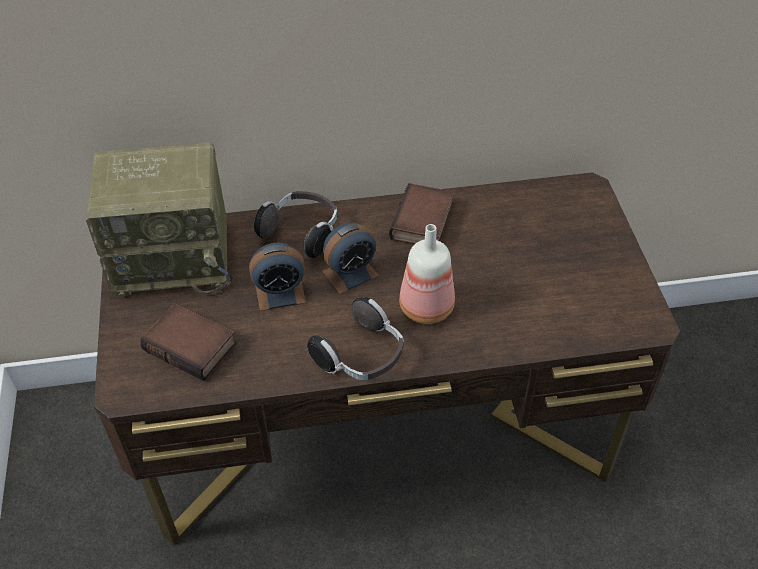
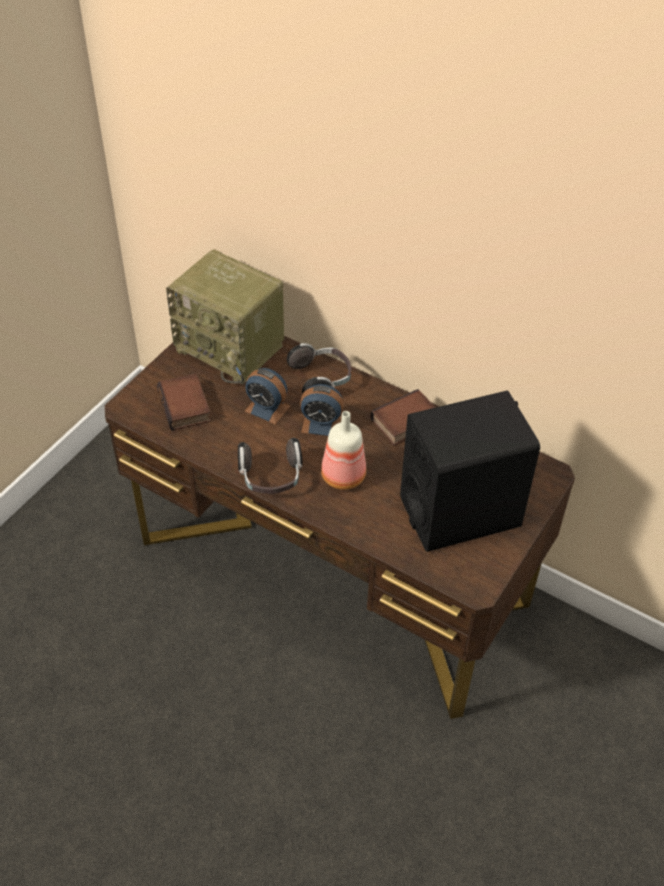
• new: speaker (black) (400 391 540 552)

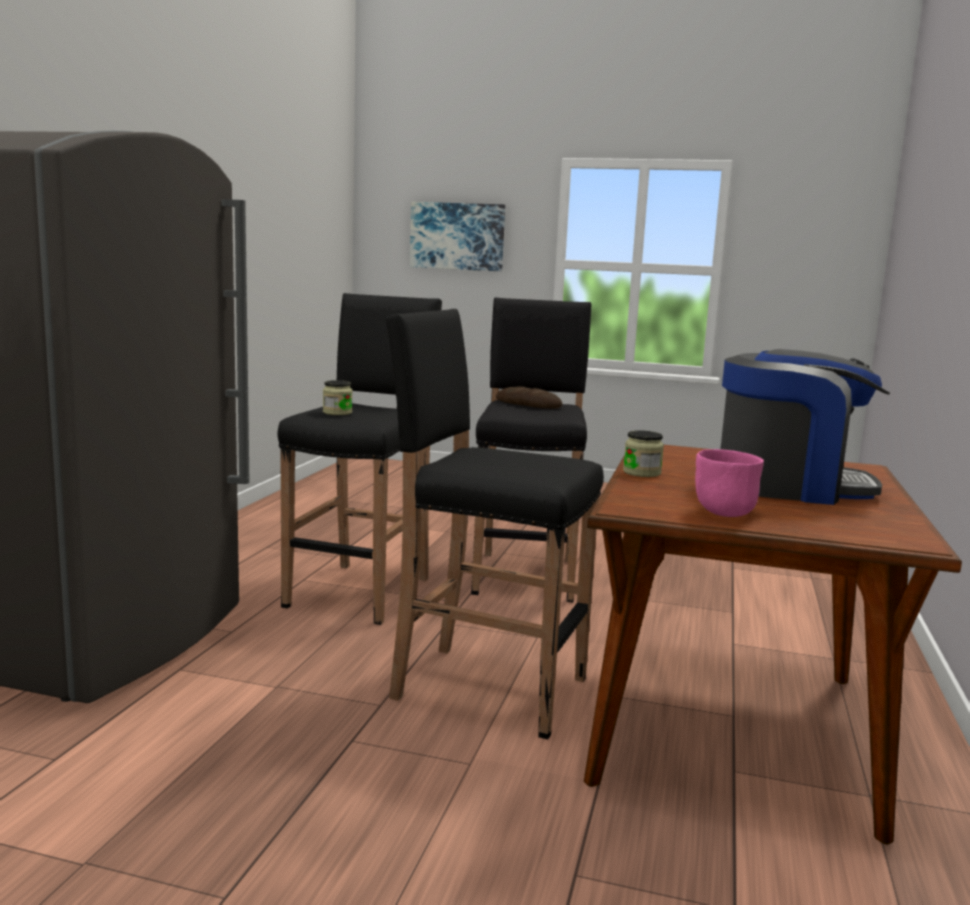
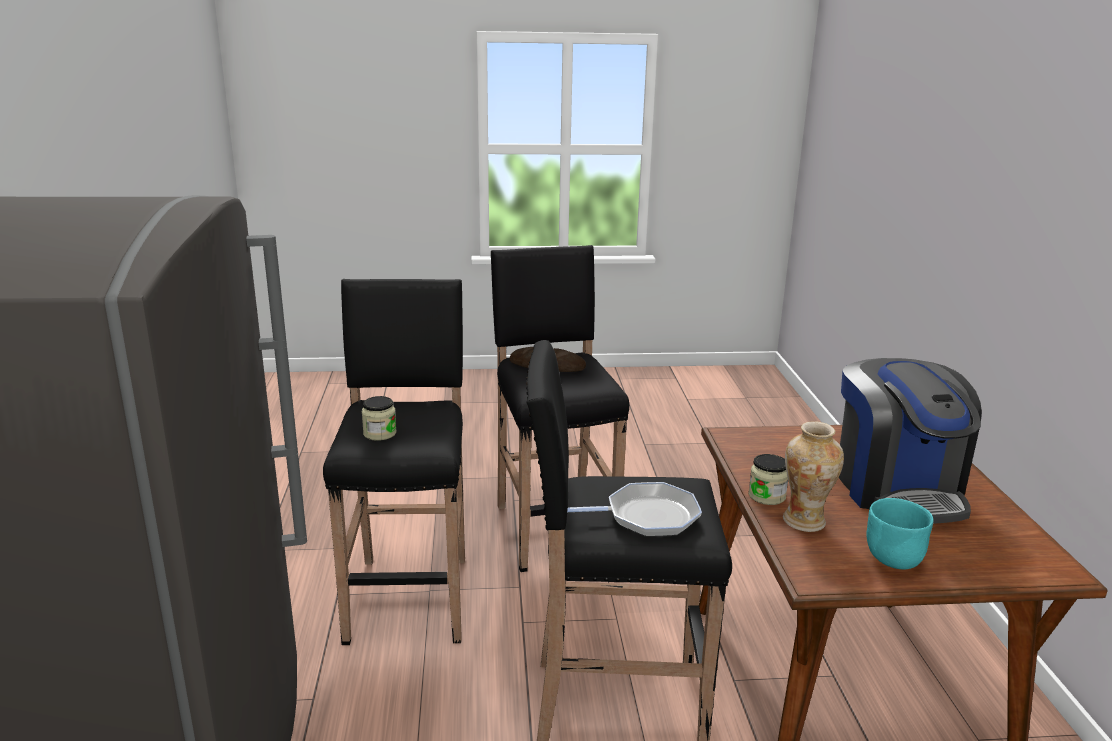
• gone: picture (410 202 505 271)
• new: frying pan (567 482 702 537)
• new: vase (783 421 844 532)
• repainted: bowl (pink) (695 449 764 517) to bowl (turquoise) (866 498 933 569)
• rotated: coffee machine (721 349 890 505) = (839 358 982 524) 90 degrees clockwise

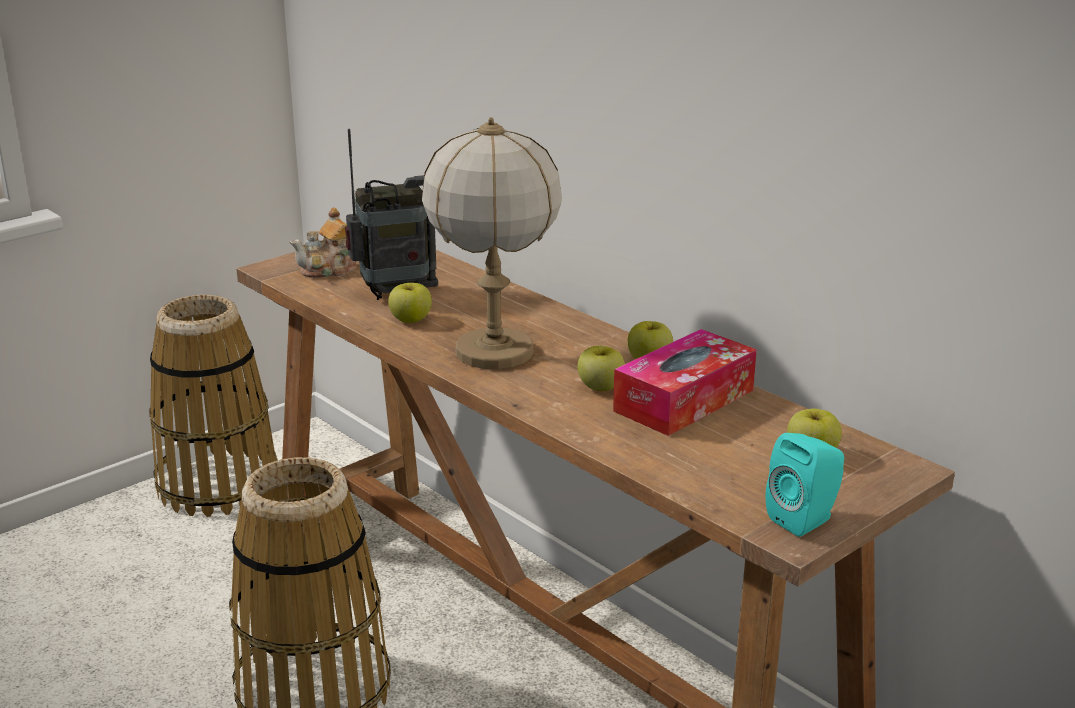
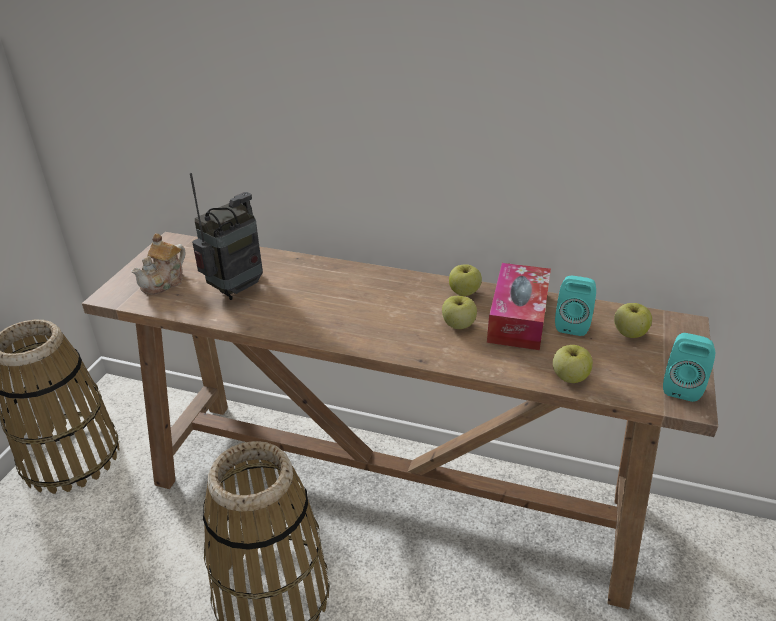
• gone: table lamp (422 117 562 369)
• new: speaker (turquoise) (555 276 596 336)
• shifted: apple (388 283 432 323) to (553 345 593 383)

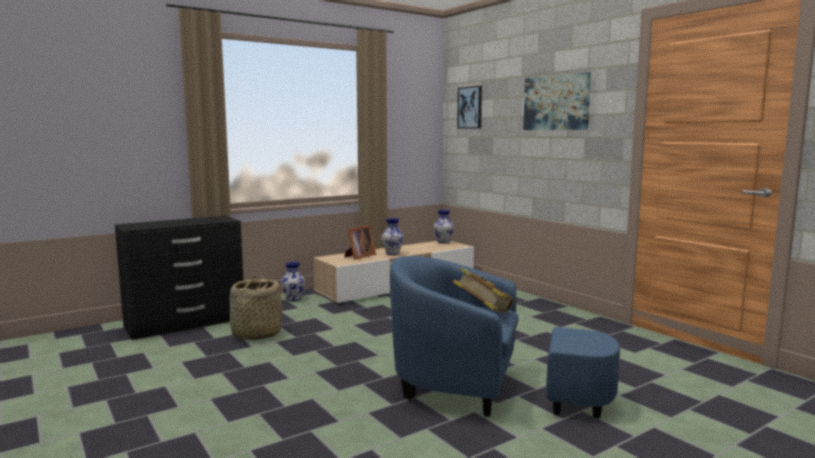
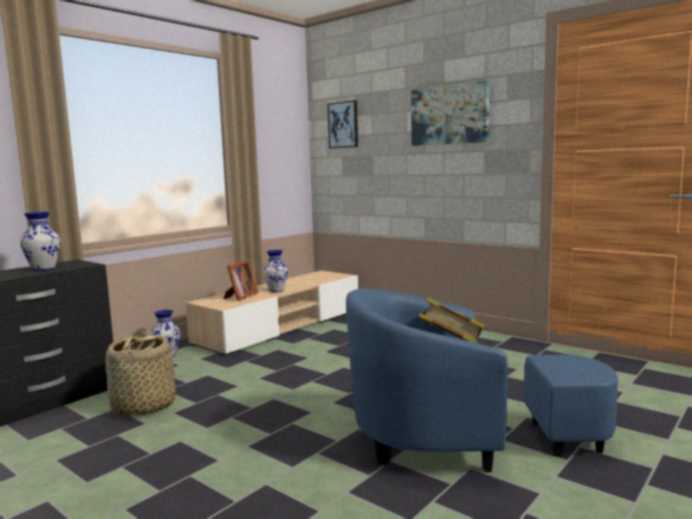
• shifted: vase (434 210 454 243) to (20 212 60 271)

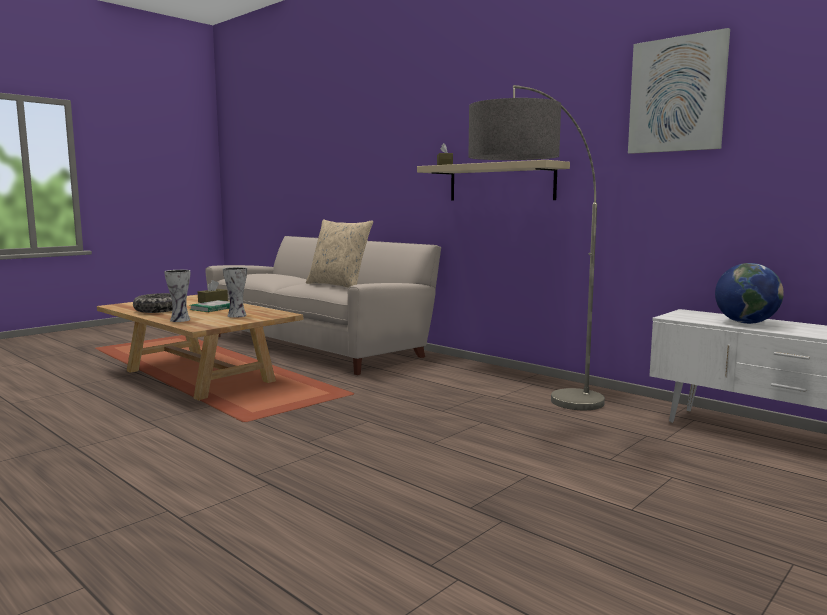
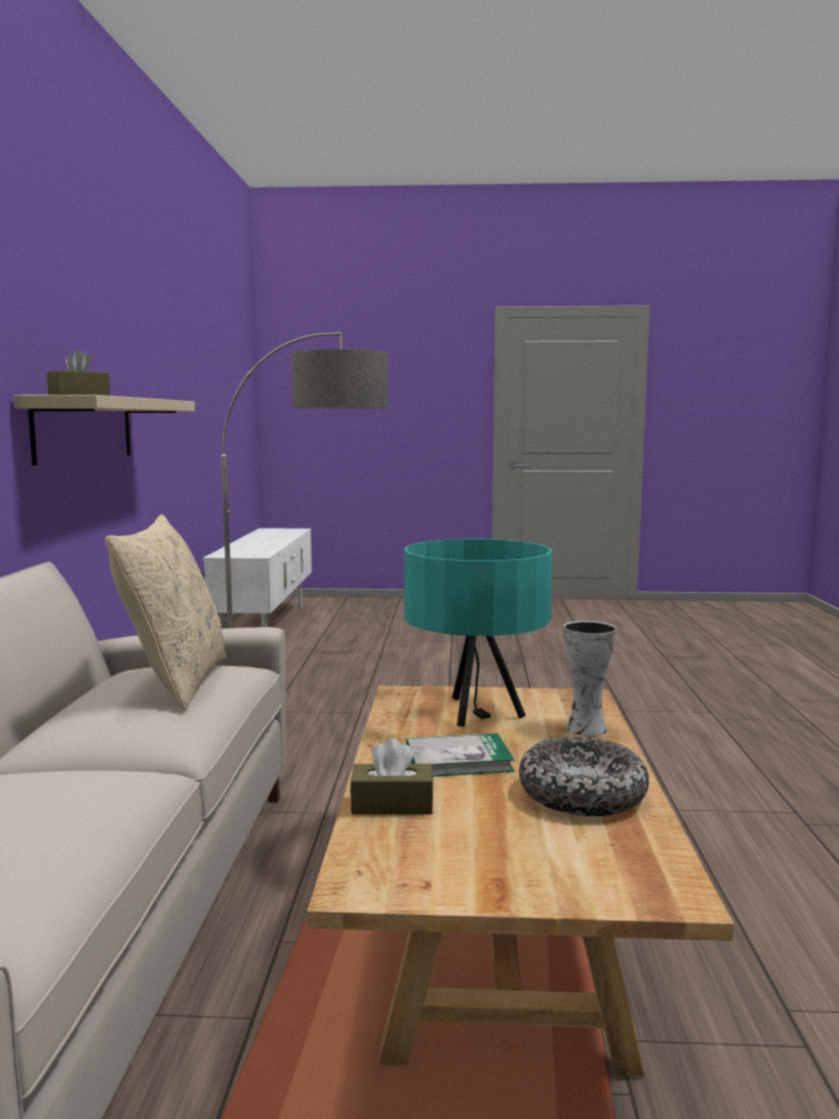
• gone: picture (628 28 730 154)
• gone: globe (715 263 784 324)
• swapped: vase (223 267 247 318) to table lamp (turquoise) (404 539 552 727)

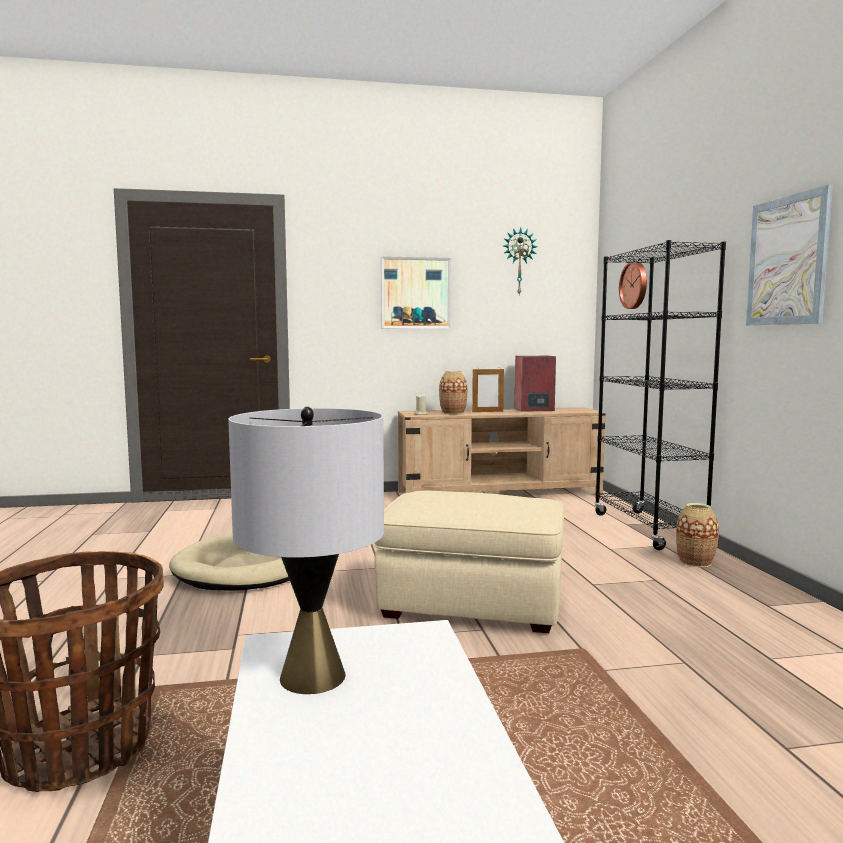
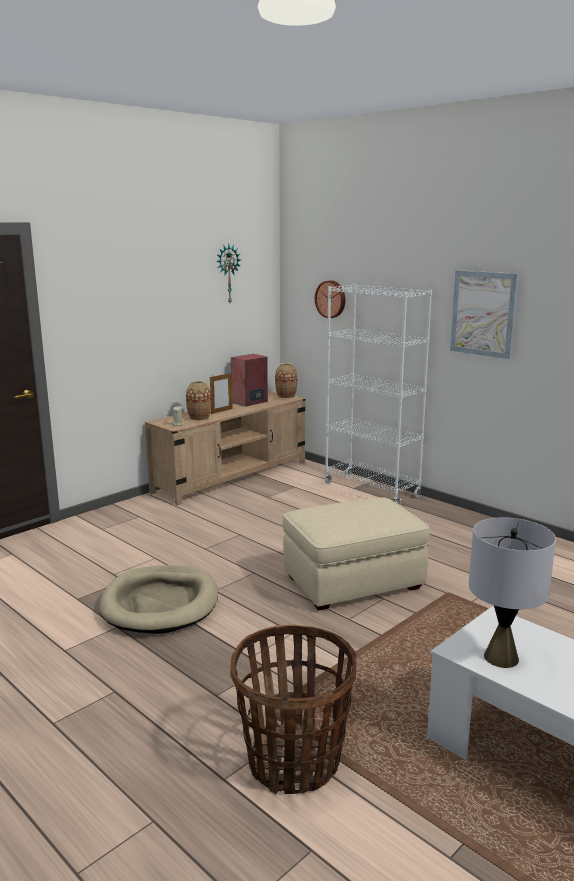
• gone: picture (381 256 451 329)
• shifted: vase (676 503 719 567) to (275 363 297 399)
• repainted: bookcase (black) (594 240 726 550) to bookcase (white) (324 284 432 505)

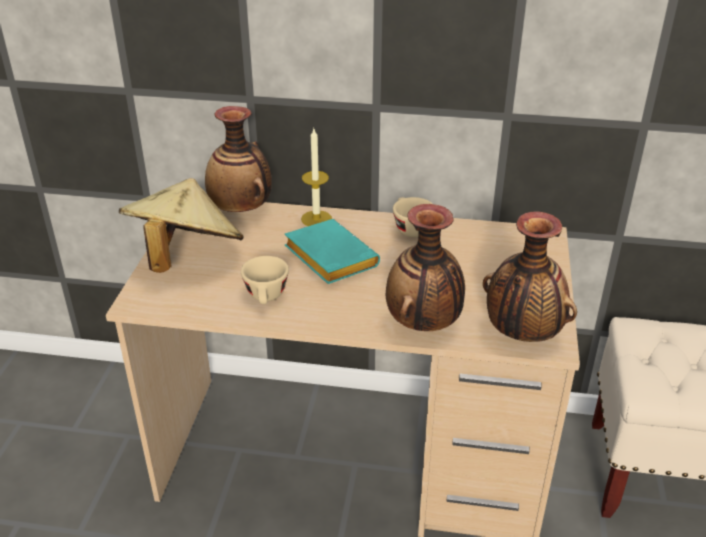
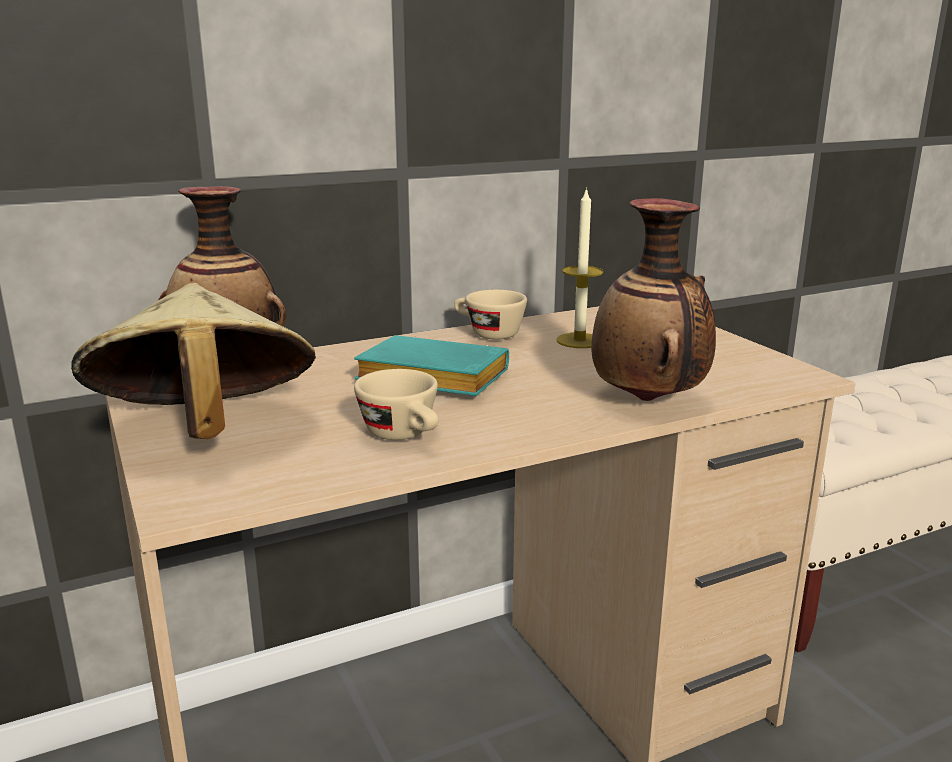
• gone: vase (483 212 577 342)
• shifted: candle (301 129 332 226) to (557 187 603 348)

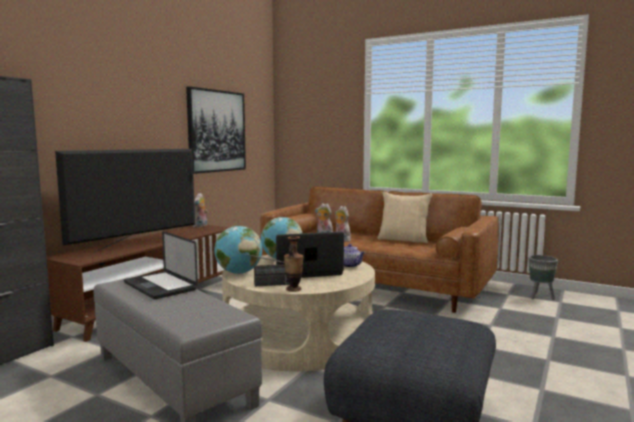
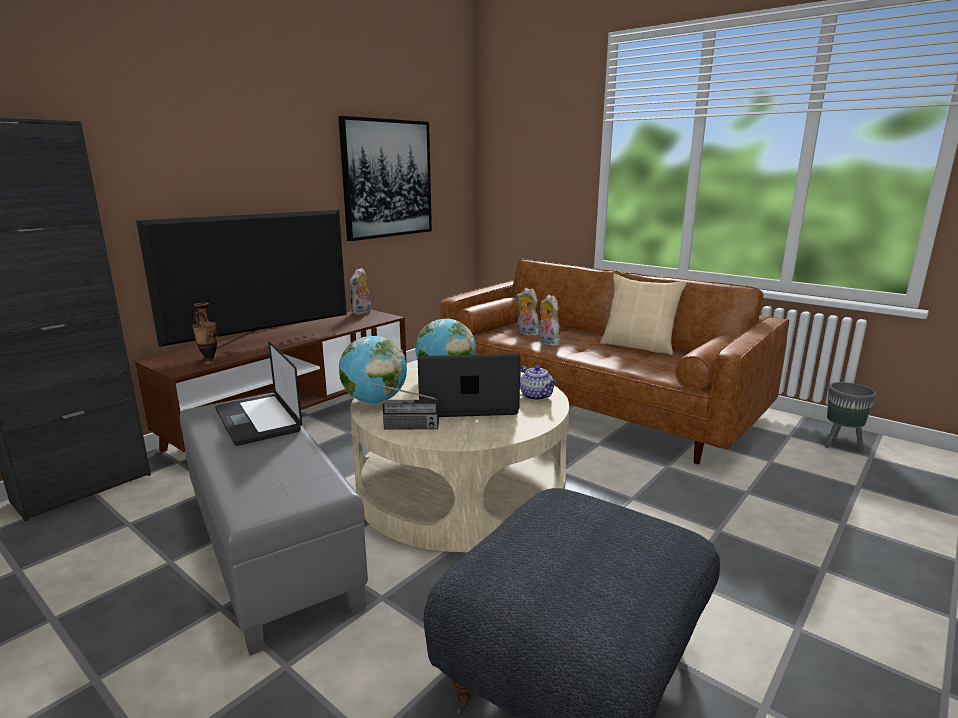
• shifted: vase (284 236 303 292) to (192 302 219 364)

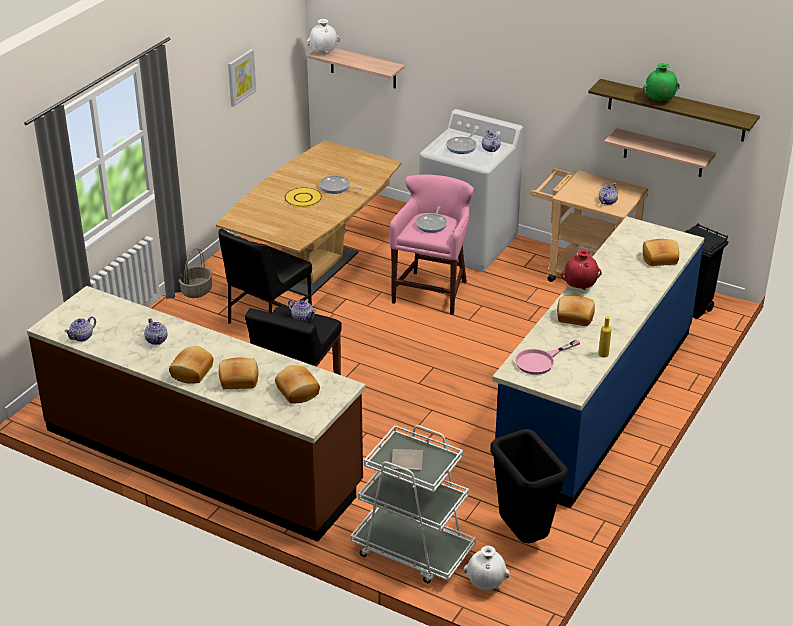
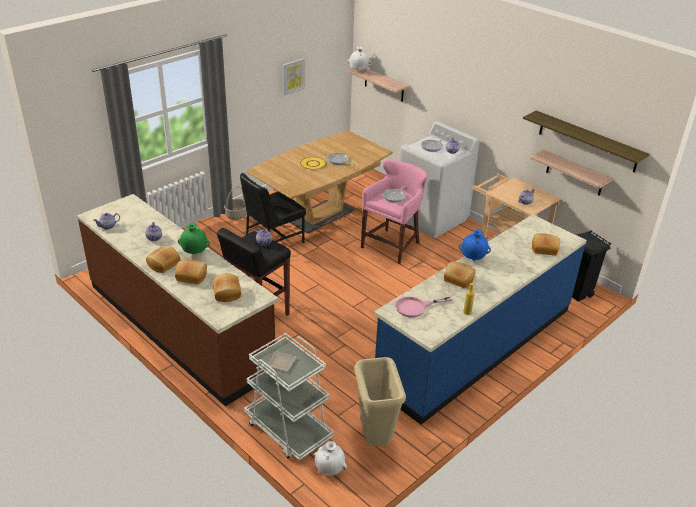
• shifted: vase (green) (643 63 680 101) to (178 223 210 254)
• repainted: trash can (black) (490 429 568 543) to trash can (beige) (355 357 406 446)
• repainted: vase (red) (561 249 602 290) to vase (blue) (459 229 491 261)

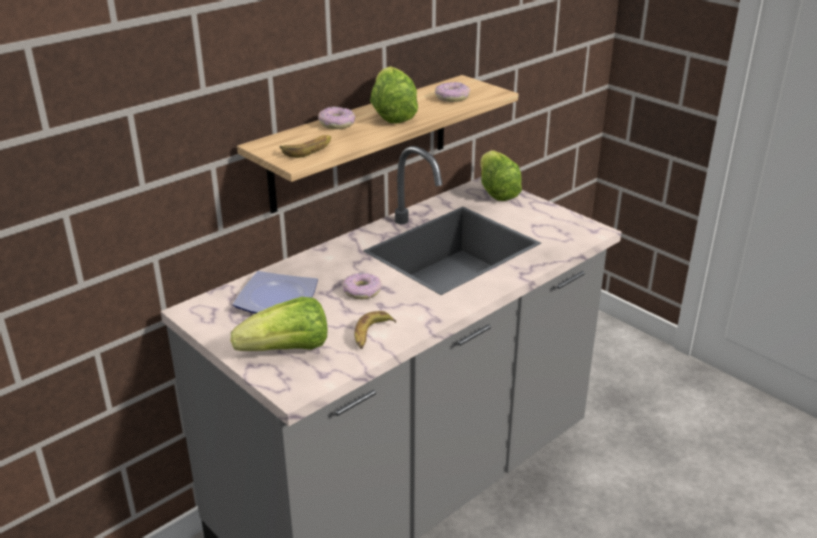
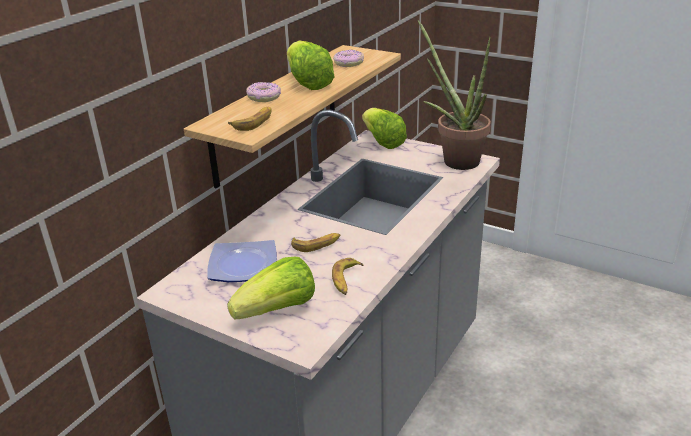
• new: potted plant (417 20 491 170)
• swapped: donut (343 273 381 299) to banana (291 233 340 252)

